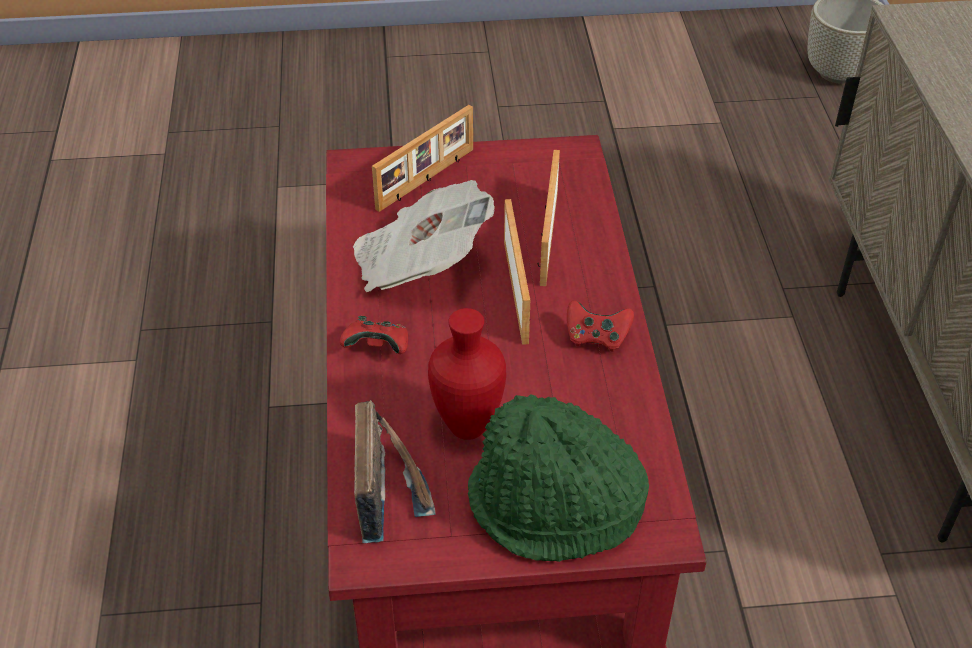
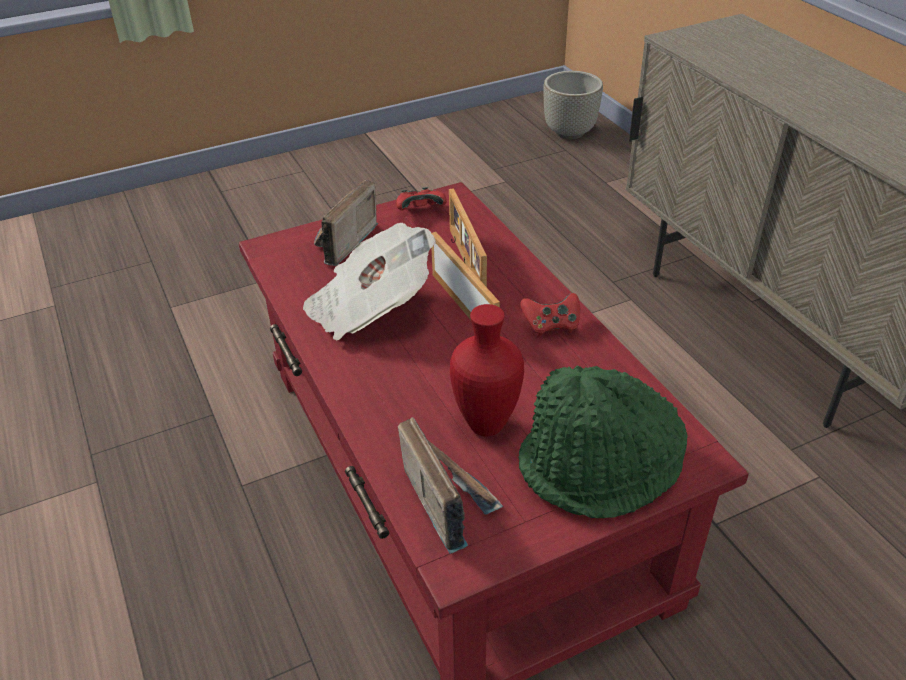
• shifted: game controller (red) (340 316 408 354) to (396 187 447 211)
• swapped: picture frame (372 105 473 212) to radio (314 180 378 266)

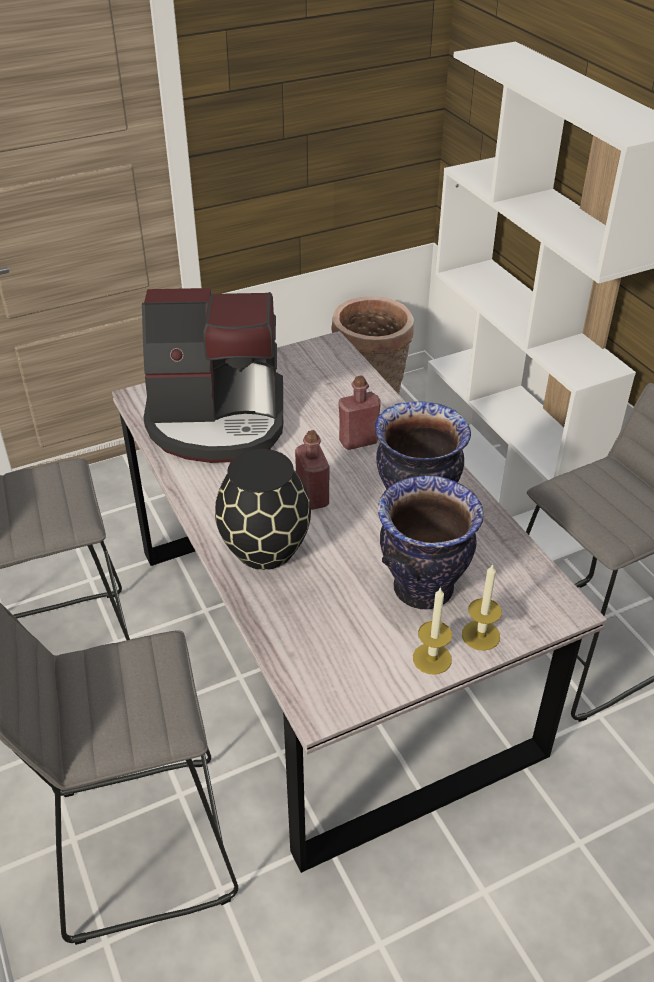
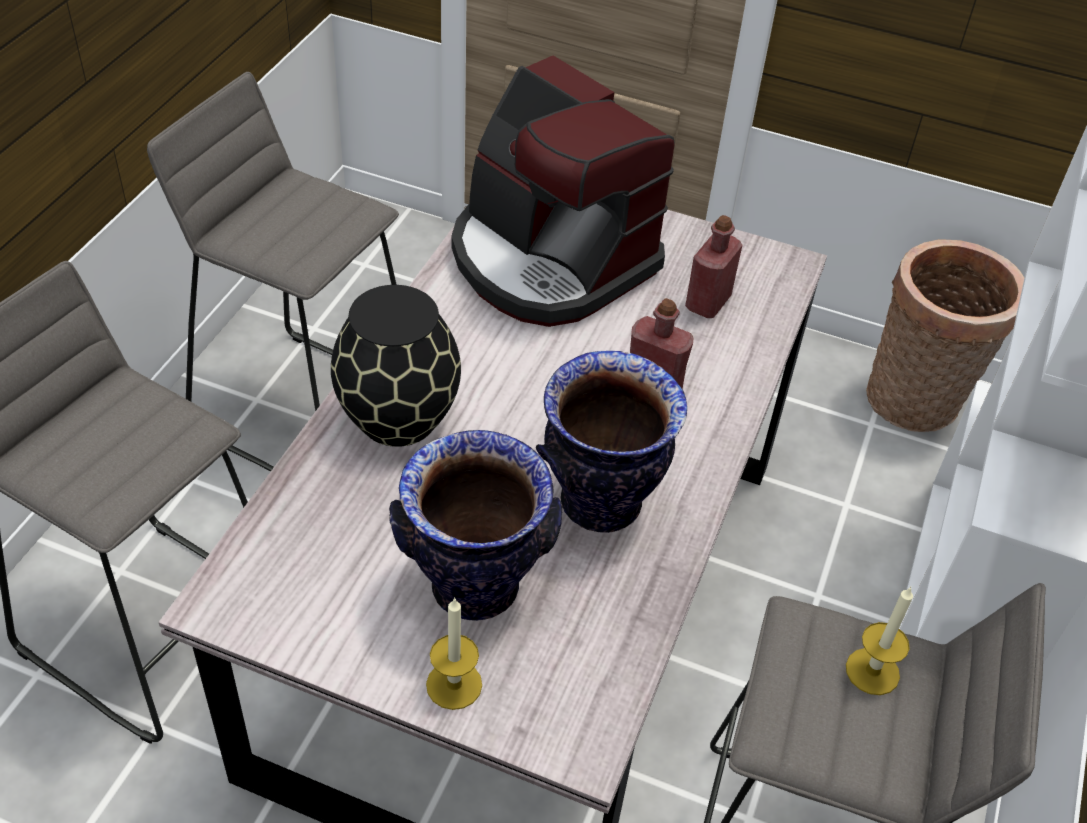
• shifted: bottle (red) (295 430 330 510) to (685 215 742 318)
• shifted: candle (413 587 452 674) to (846 587 913 695)

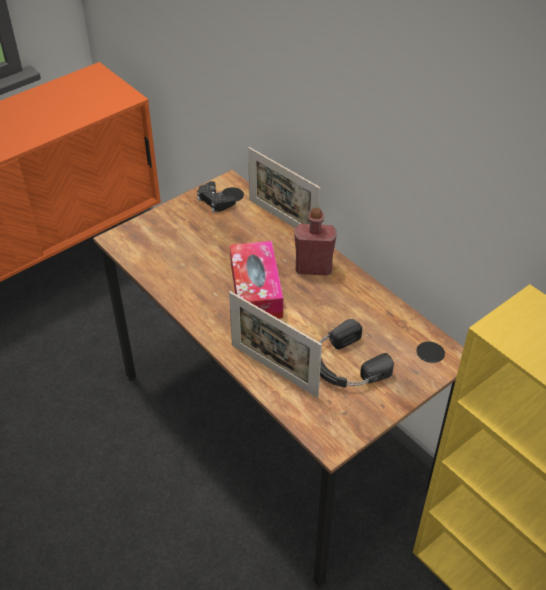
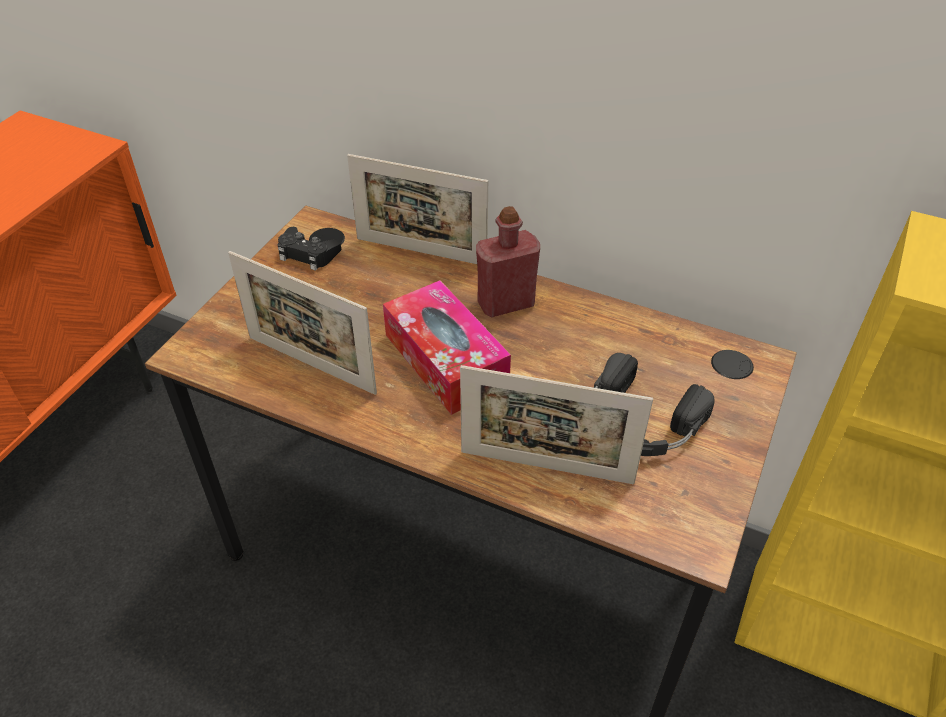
• new: picture frame (228 251 377 395)

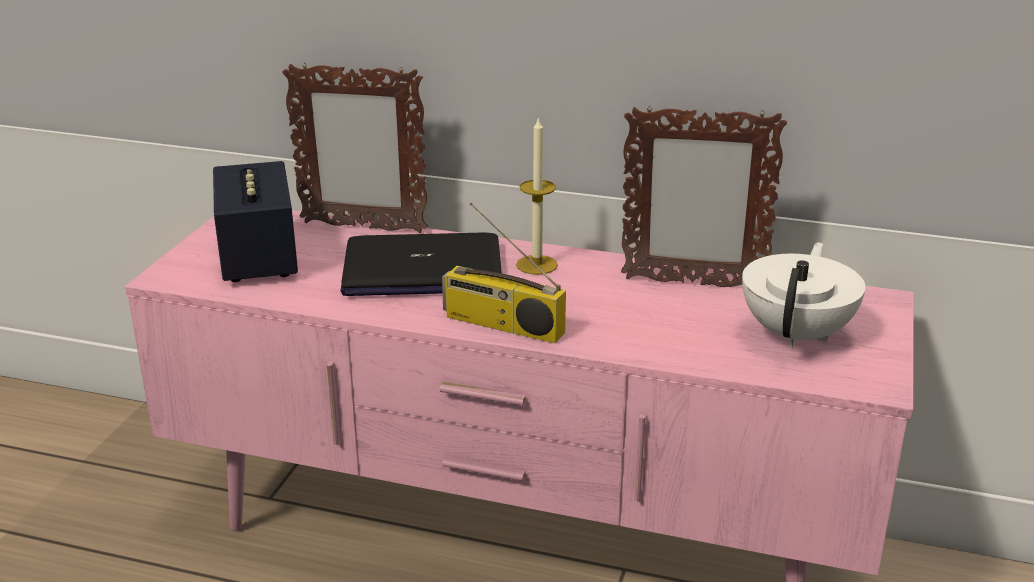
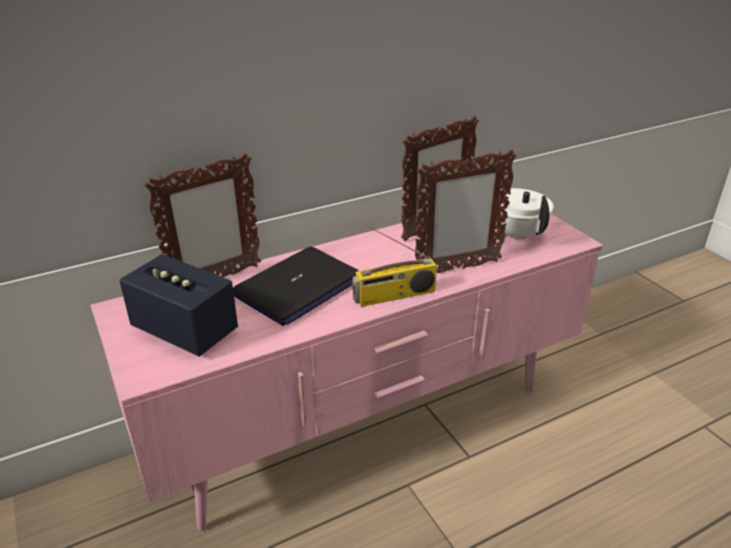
• gone: candle (516 116 558 275)
• new: picture frame (415 150 516 273)

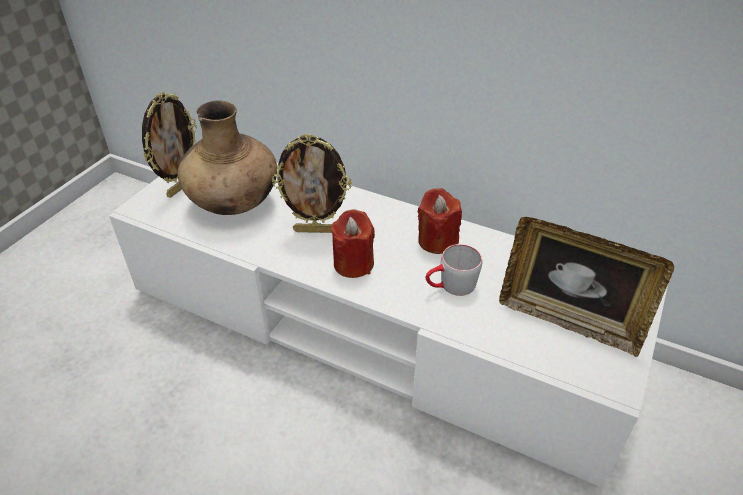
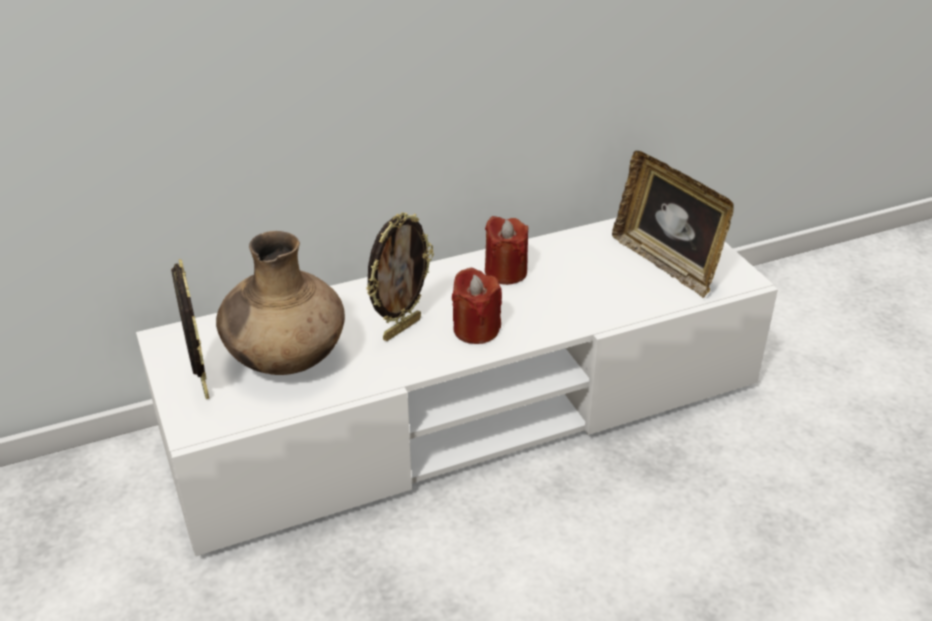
• gone: mug (grey) (426 244 482 296)
• rotated: picture frame (499 217 674 357) = (612 151 734 298) 75 degrees clockwise

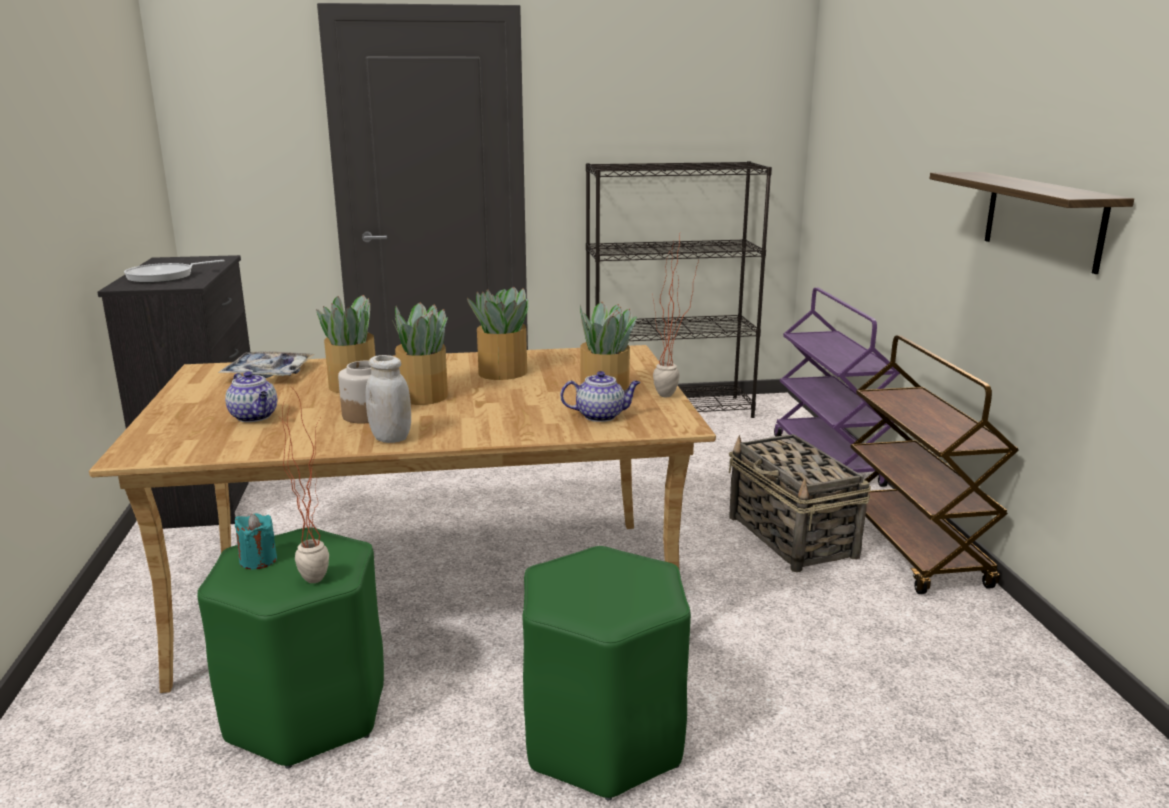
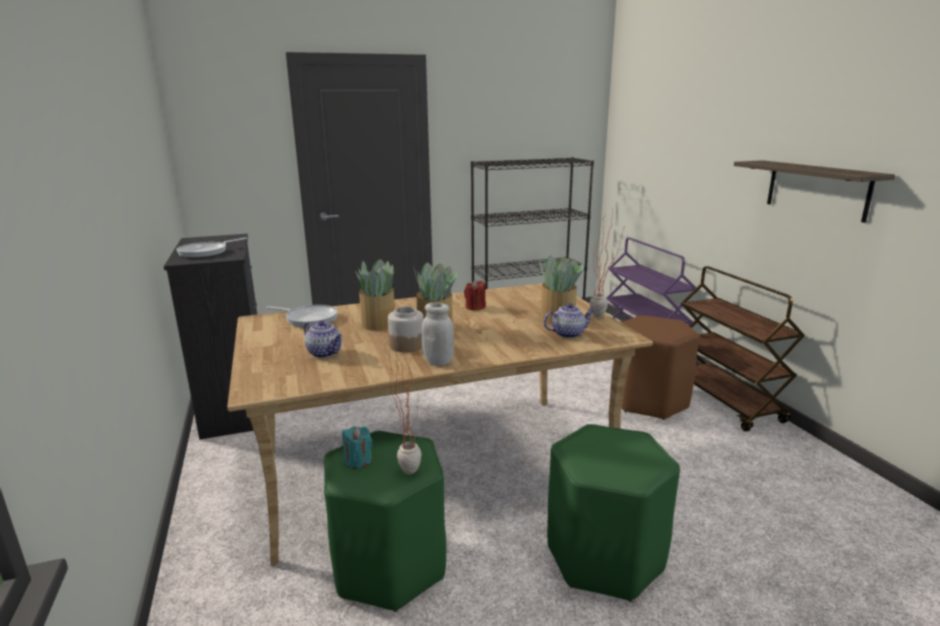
• swapped: tray (218 352 315 378) to frying pan (266 305 338 327)
• swapped: potted plant (467 287 528 380) to candle (red) (464 280 486 311)
• swapped: basket (729 434 871 572) to stool (brown) (611 315 700 420)

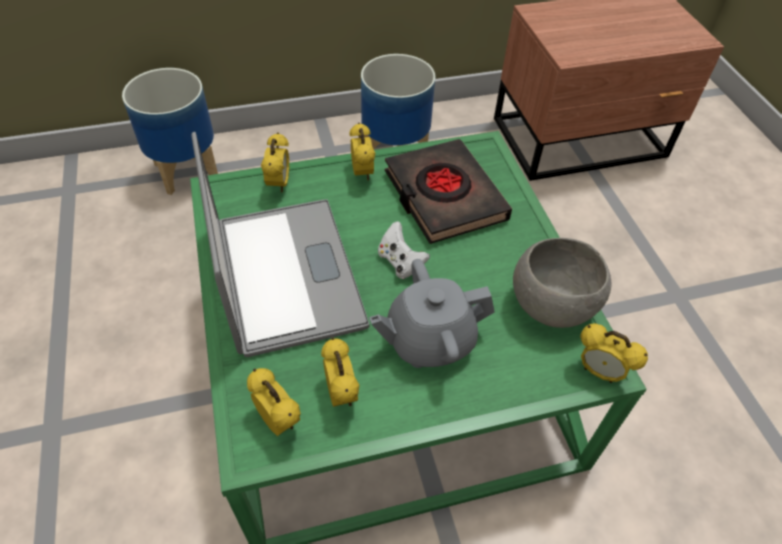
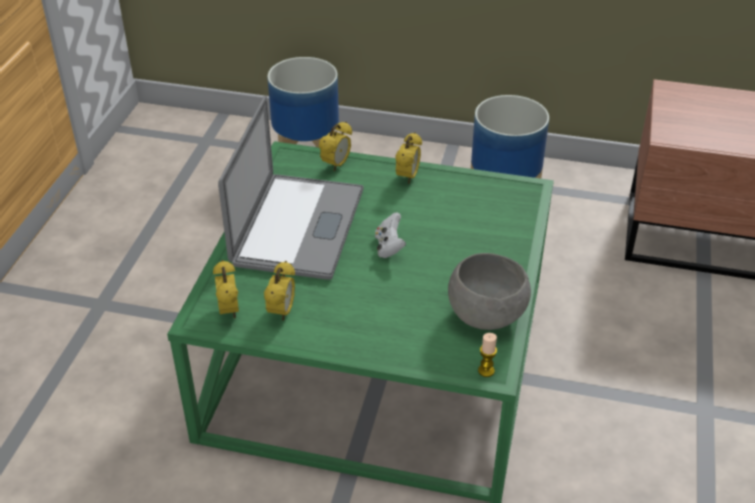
• gone: teapot (grey) (369 259 495 368)
• gone: book (black) (385 139 512 244)
• swapped: alarm clock (580 323 648 383) to candle (478 333 497 377)

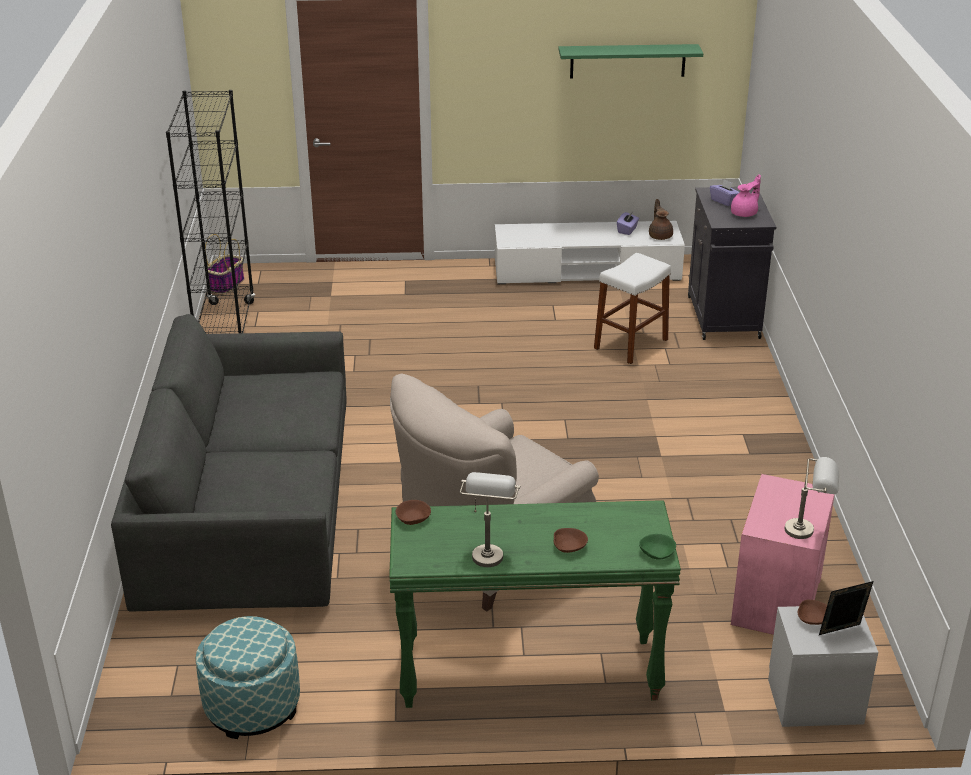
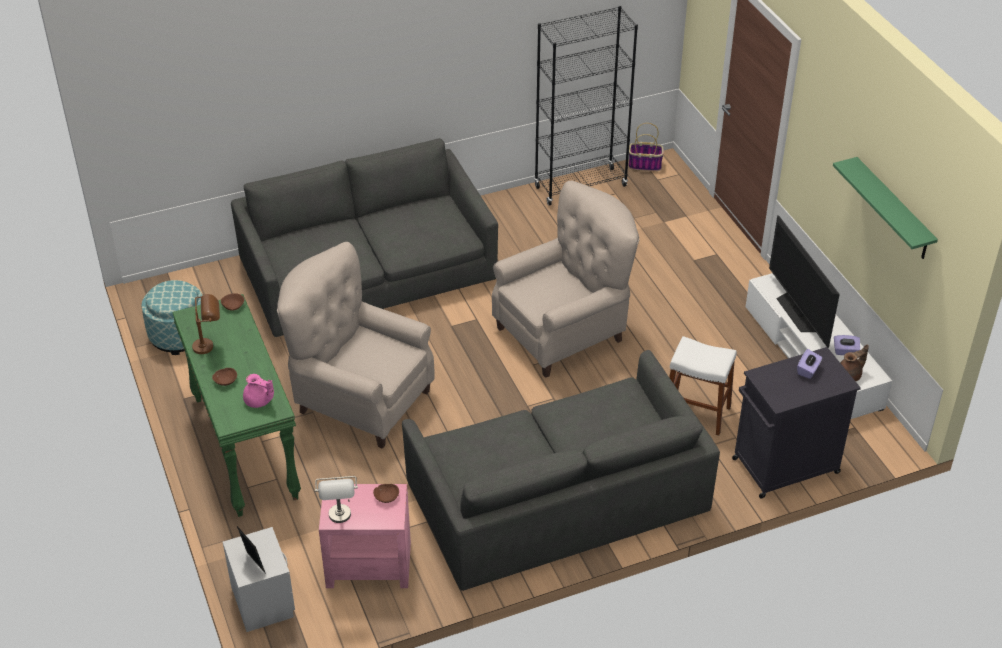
• gone: bowl (green) (639 534 676 560)
• new: sofa (grey) (402 350 720 591)
• new: armchair (beige) (492 181 639 378)
• new: television (769 215 840 348)
• shifted: teapot (pink) (731 174 761 217) to (243 374 274 408)
• shifted: bowl (brown) (798 600 827 625) to (373 484 399 503)
• repainted: table lamp (grey) (459 472 520 567) to table lamp (brown) (192 294 220 354)

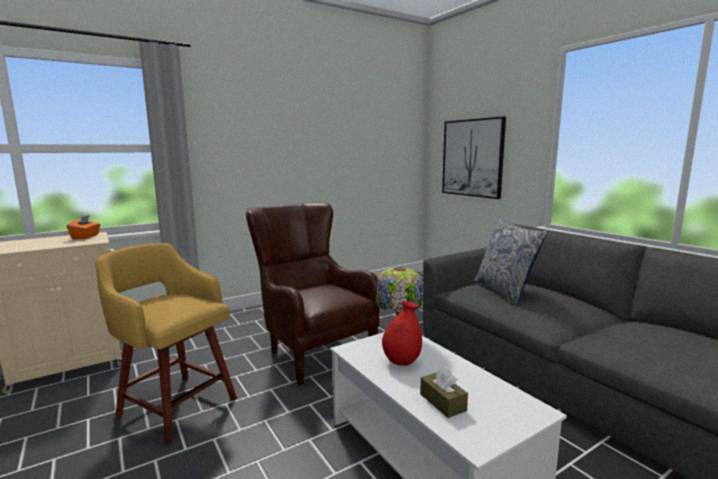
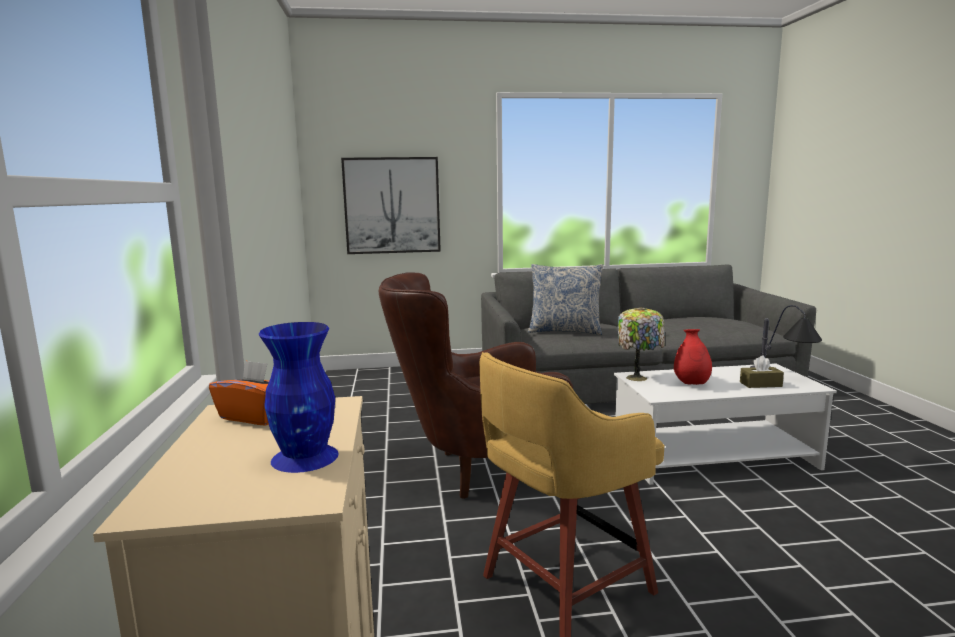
• new: vase (blue) (259 322 339 473)
• new: table lamp (750 305 822 368)

